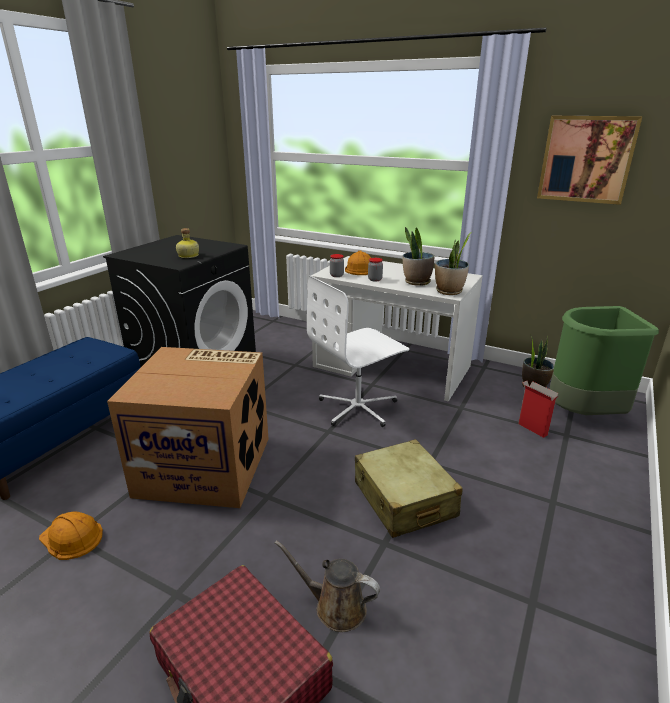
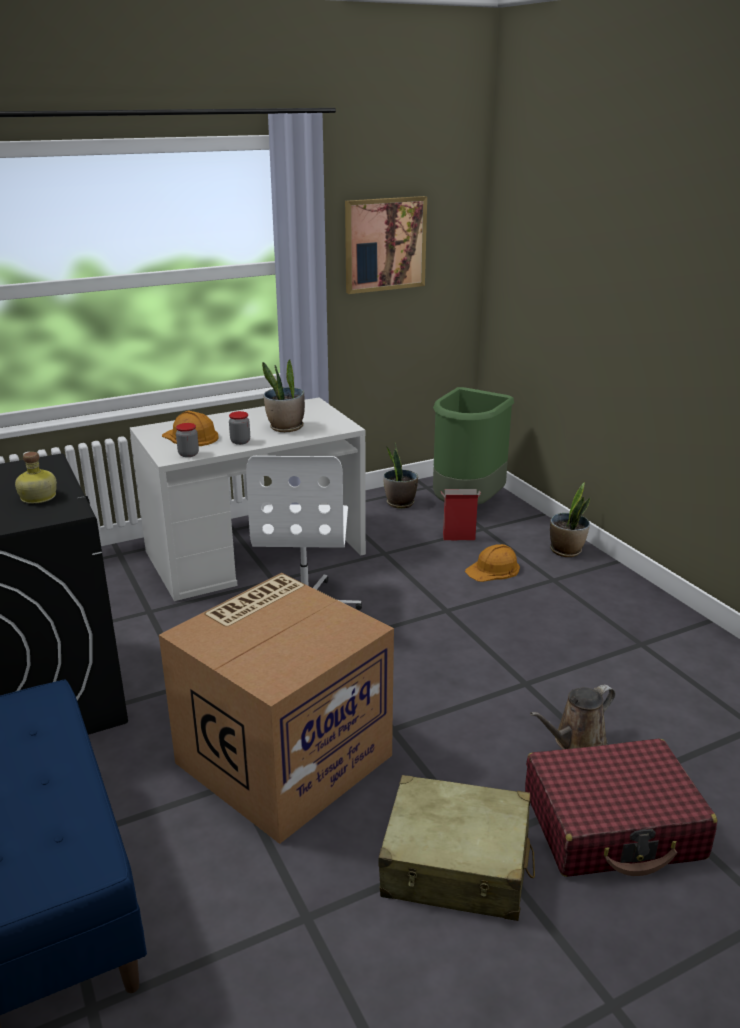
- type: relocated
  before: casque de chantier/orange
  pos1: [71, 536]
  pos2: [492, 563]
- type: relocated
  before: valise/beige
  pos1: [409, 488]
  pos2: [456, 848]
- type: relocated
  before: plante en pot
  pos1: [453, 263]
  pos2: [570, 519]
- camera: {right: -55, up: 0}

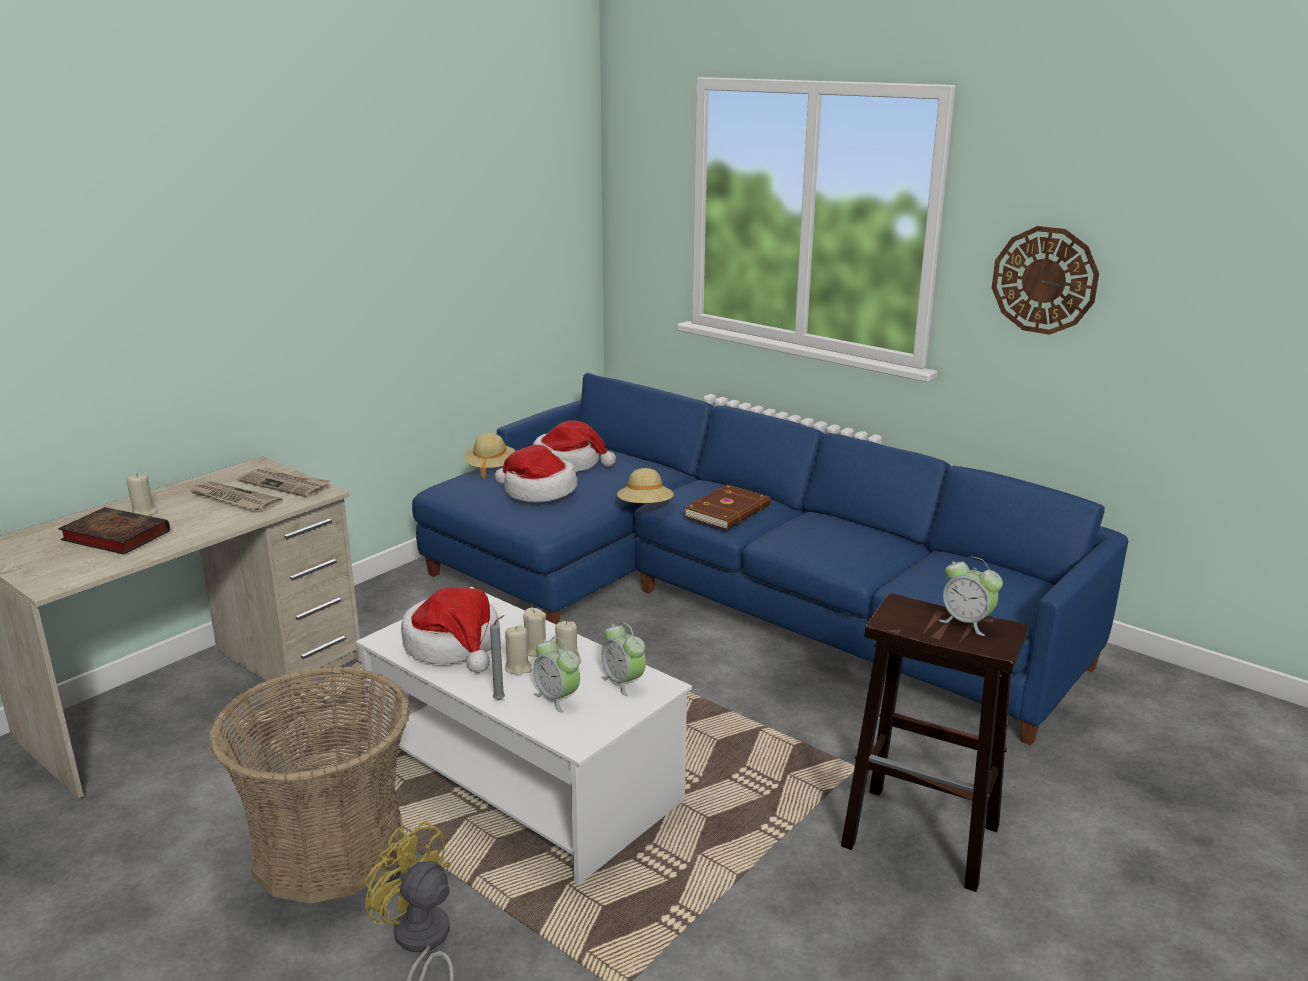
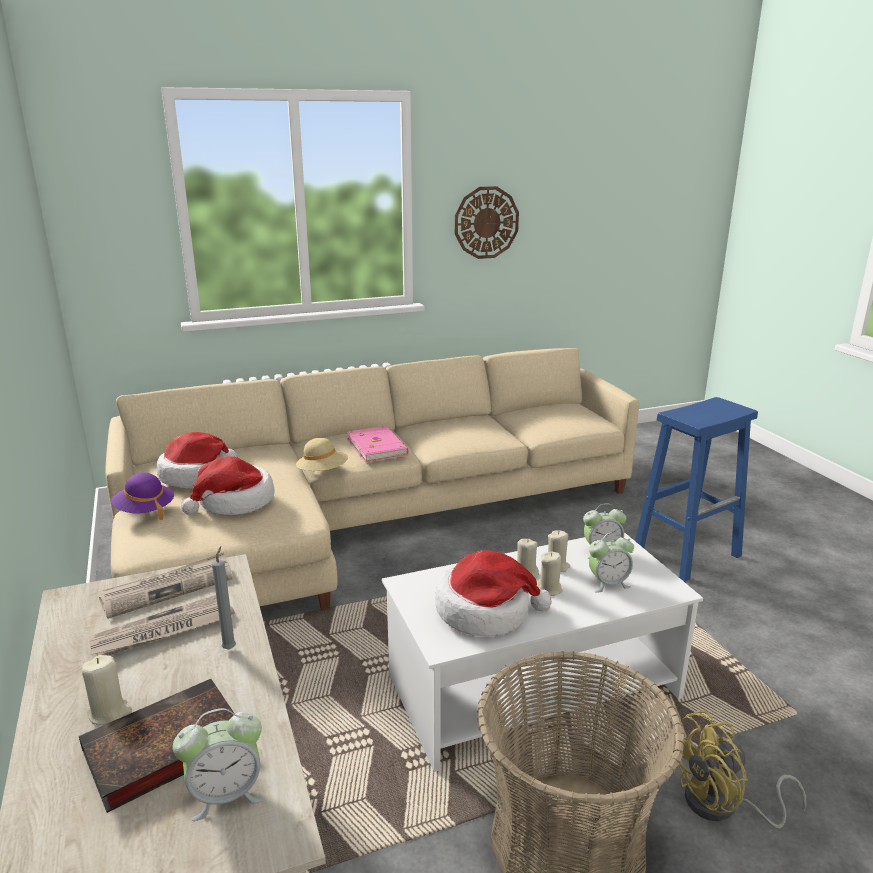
- type: relocated
  before: bougie/gris
  pos1: [497, 657]
  pos2: [224, 597]
- type: relocated
  before: réveil
  pos1: [971, 596]
  pos2: [219, 764]
- type: colour
  before: canapé/bleu
  after: canapé/beige
  pos1: [770, 559]
  pos2: [372, 479]
- type: colour
  before: chapeau/beige
  after: chapeau/violet
  pos1: [490, 456]
  pos2: [142, 496]
- type: colour
  before: livre/marron
  after: livre/rose
  pos1: [727, 507]
  pos2: [378, 444]
- type: colour
  before: tabouret/marron
  after: tabouret/bleu
  pos1: [935, 742]
  pos2: [696, 489]
- camera: {right: -60, up: 0}

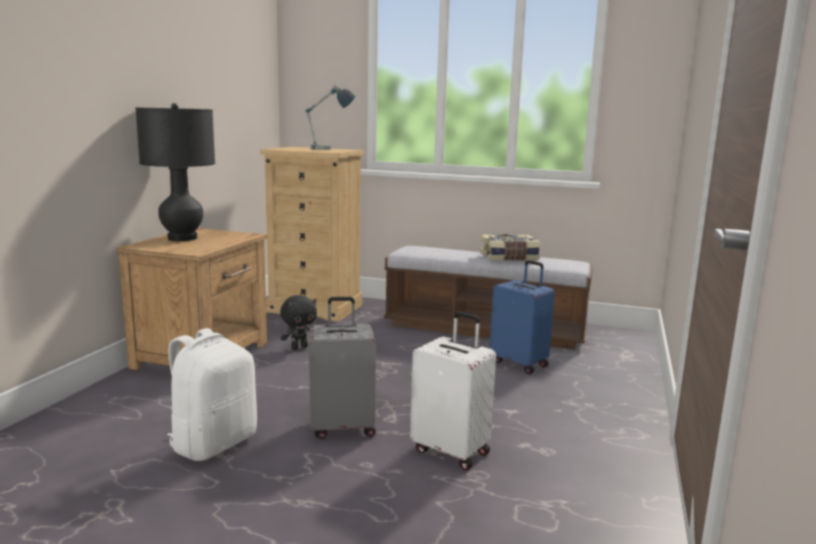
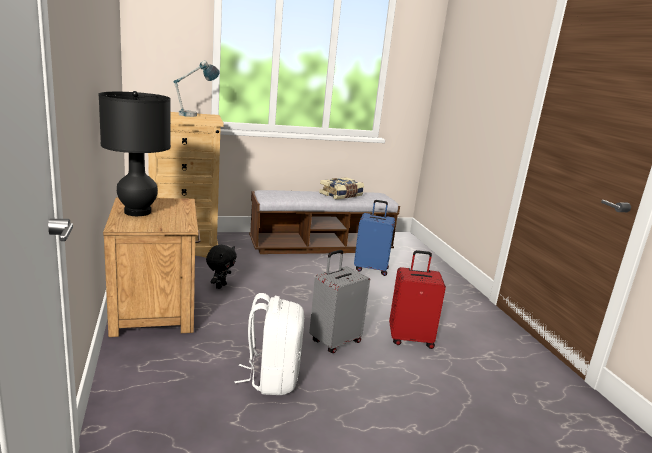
- type: colour
  before: valise/blanc
  after: valise/rouge
  pos1: [453, 390]
  pos2: [417, 299]
- camera: {right: -35, up: 5}

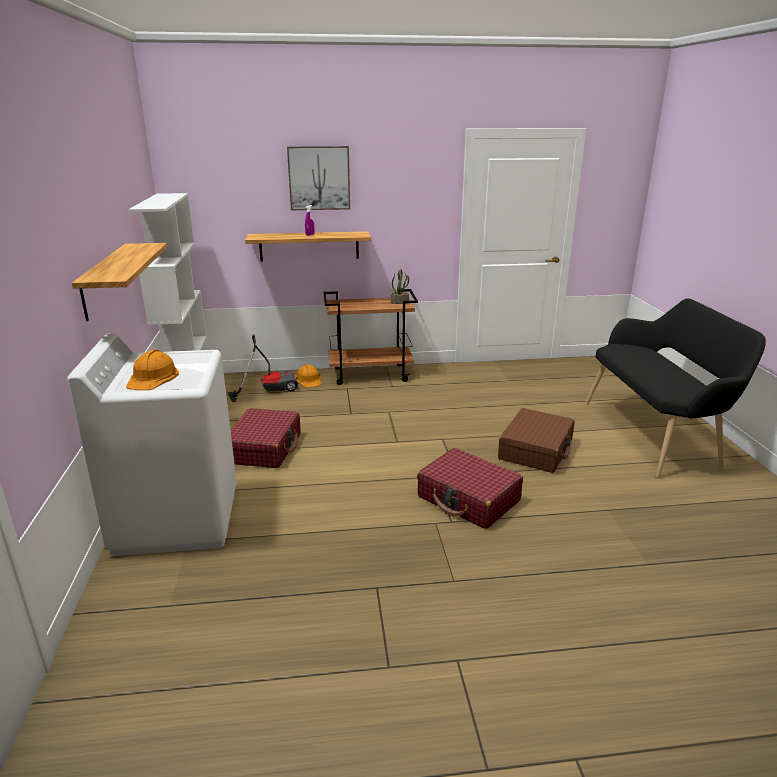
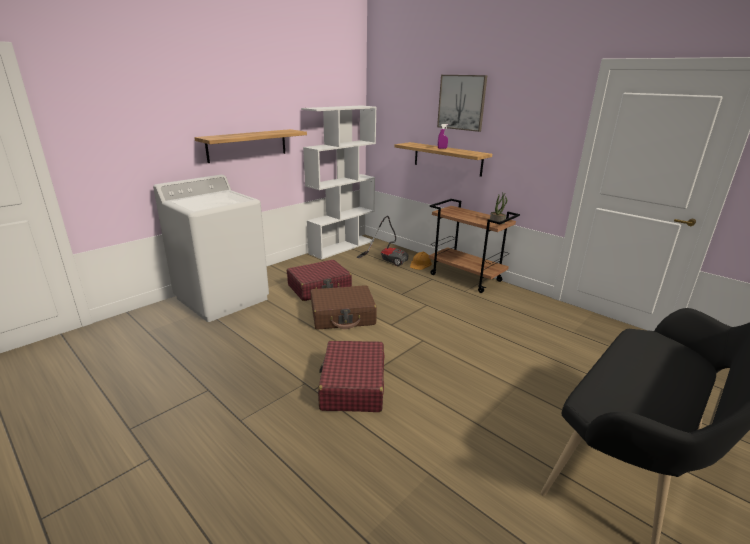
- type: missing
  before: casque de chantier/orange
  pos1: [152, 370]
- type: relocated
  before: valise/marron
  pos1: [536, 440]
  pos2: [344, 307]
- camera: {right: 50, up: 0}

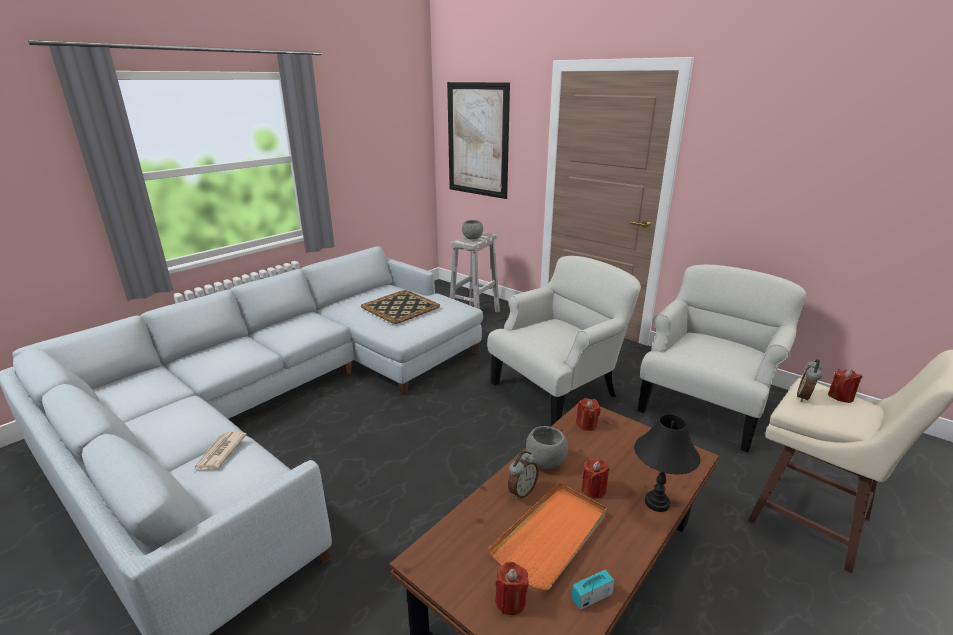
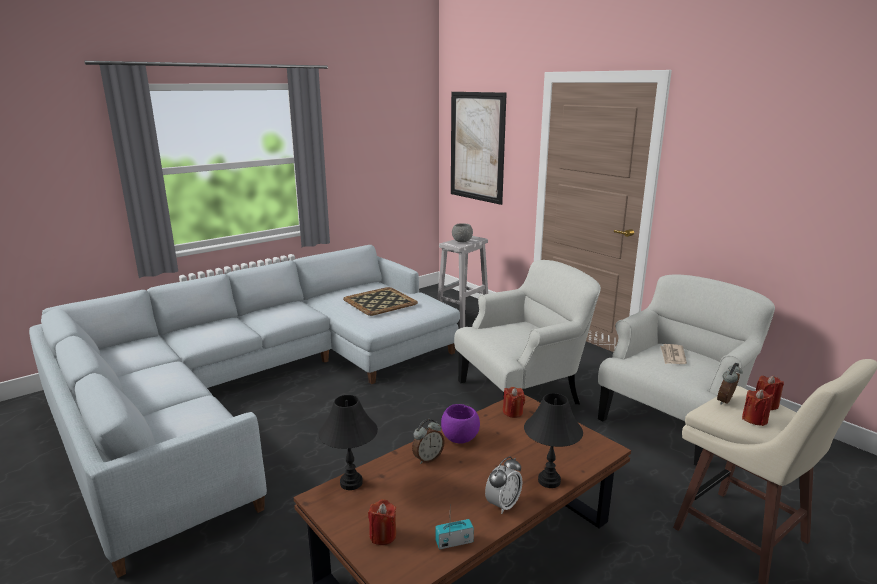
- type: missing
  before: plateau/orange
  pos1: [547, 537]
- type: appeared
  after: lampe de table/noir
  pos2: [348, 442]
- type: appeared
  after: réveil
  pos2: [503, 485]
- type: relocated
  before: journal
  pos1: [220, 451]
  pos2: [673, 354]
- type: relocated
  before: bougie/rouge
  pos1: [595, 479]
  pos2: [757, 407]
- type: colour
  before: bol/gris
  after: bol/violet
  pos1: [547, 447]
  pos2: [460, 424]
- camera: {right: 10, up: -5}

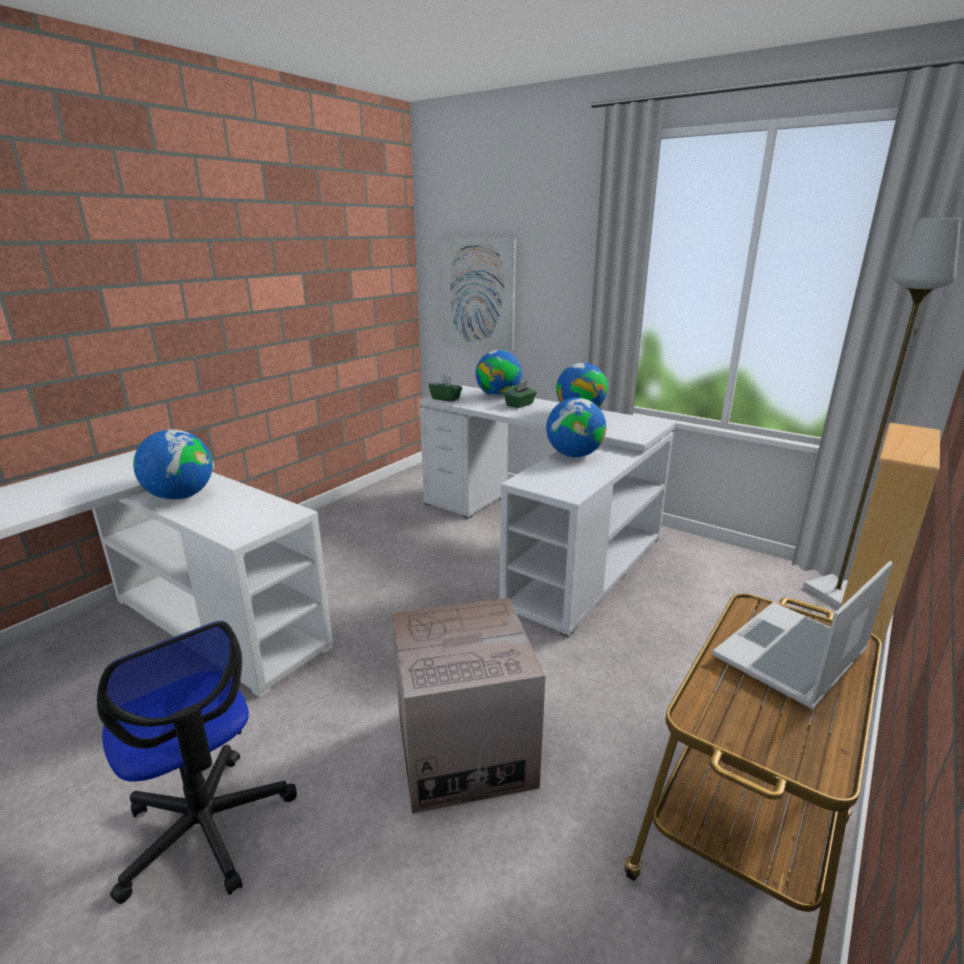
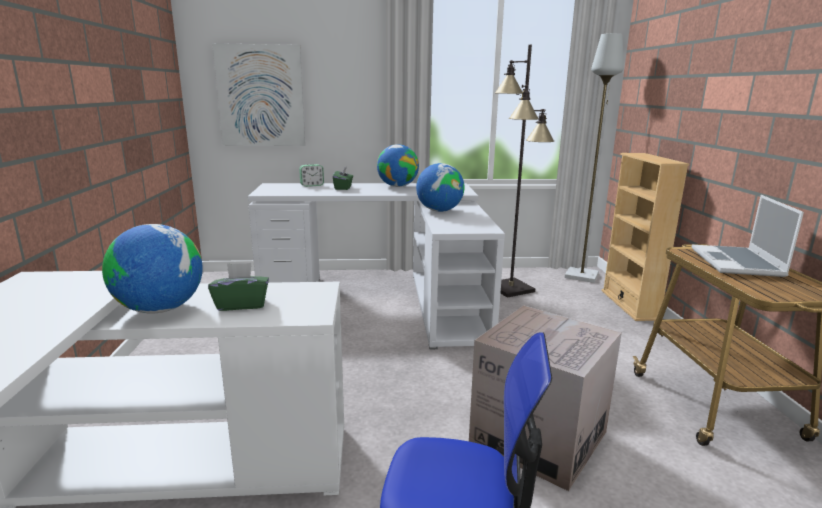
- type: appeared
  after: lampadaire/noir
  pos2: [524, 171]
- type: relocated
  before: boîte à mouchoirs/vert
  pos1: [445, 388]
  pos2: [238, 287]
- type: exchanged
  before: globe
  after: réveil
  pos1: [499, 373]
  pos2: [311, 175]
- camera: {right: -40, up: -5}

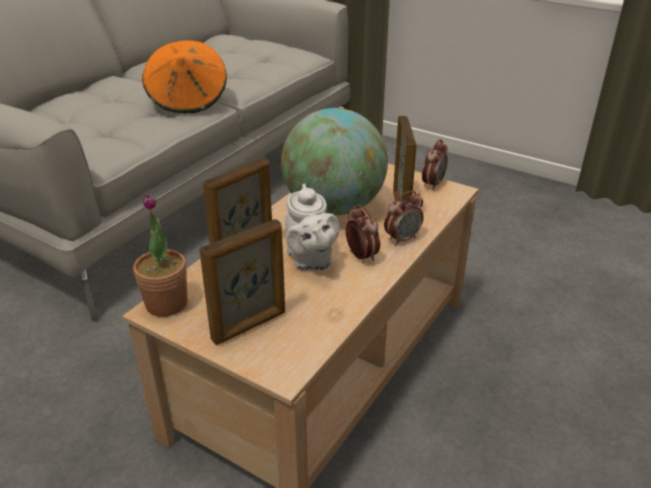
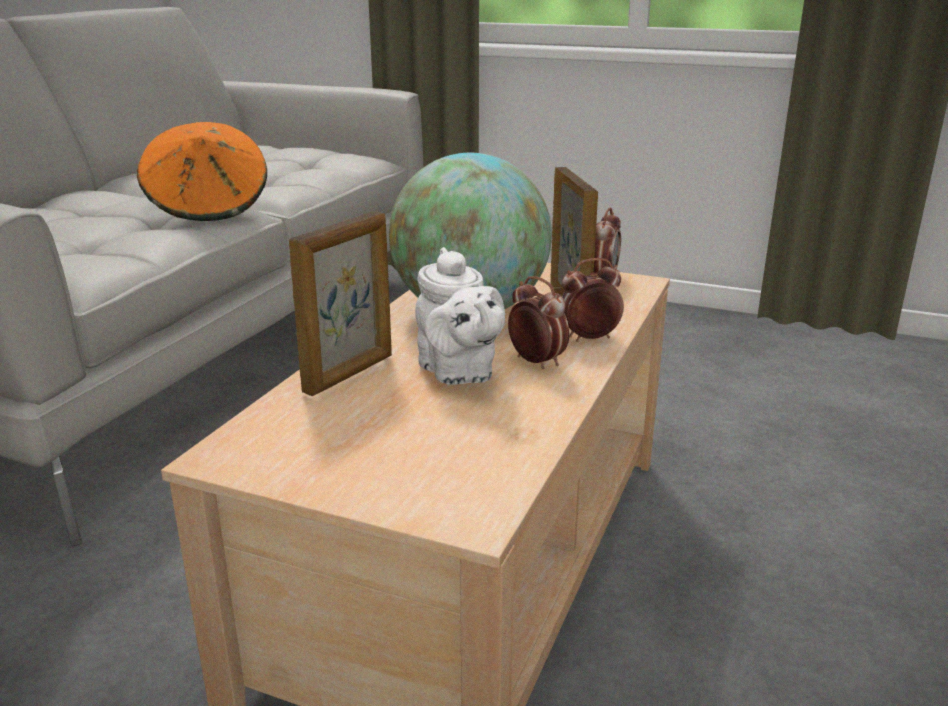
- type: missing
  before: plante en pot
  pos1: [160, 255]
- type: missing
  before: cadre photo
  pos1: [242, 282]
- type: spun
  before: réveil
  pos1: [404, 218]
  pos2: [593, 300]
  turn: -150
- camera: {right: -10, up: -10}

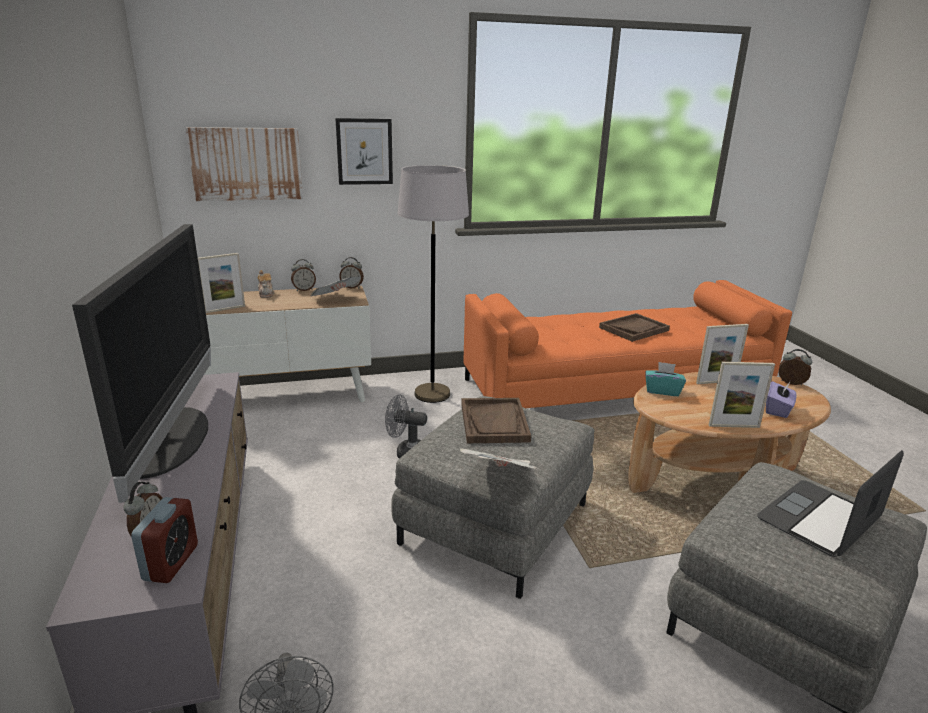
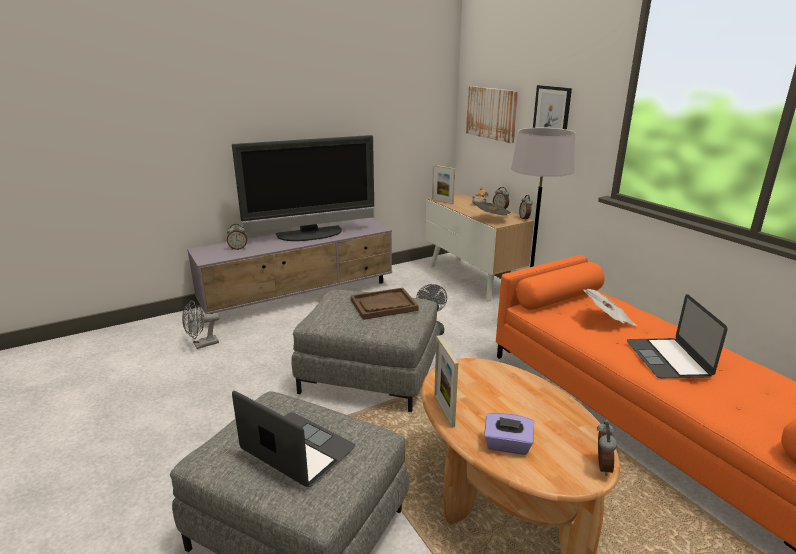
- type: missing
  before: réveil
  pos1: [164, 540]
- type: missing
  before: boîte à mouchoirs/turquoise
  pos1: [665, 379]
- type: missing
  before: cadre photo
  pos1: [722, 354]
- type: relocated
  before: journal
  pos1: [499, 459]
  pos2: [610, 307]
- type: exchanged
  before: plateau/marron
  after: ordinateur portable
  pos1: [634, 327]
  pos2: [677, 336]
- camera: {right: 75, up: 0}

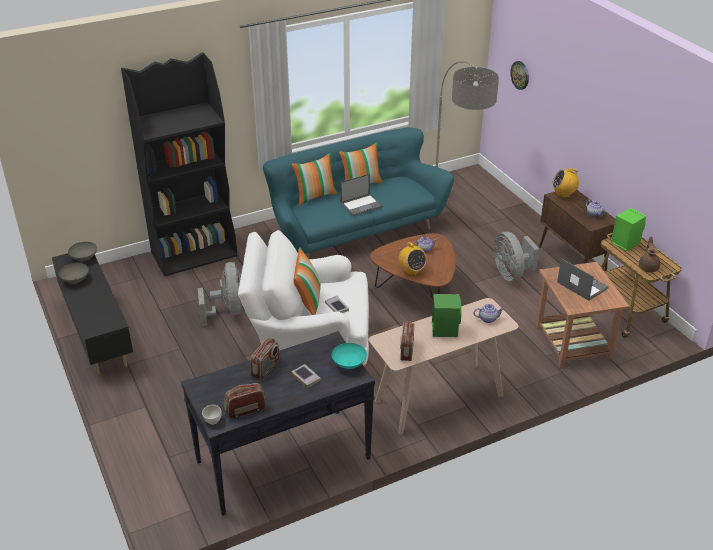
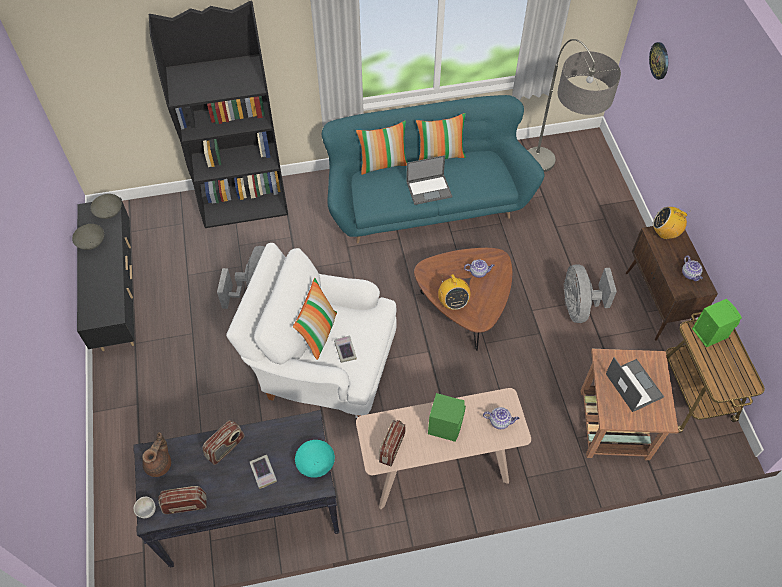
- type: relocated
  before: théière/marron
  pos1: [649, 254]
  pos2: [156, 454]
- camera: {right: 15, up: 20}

